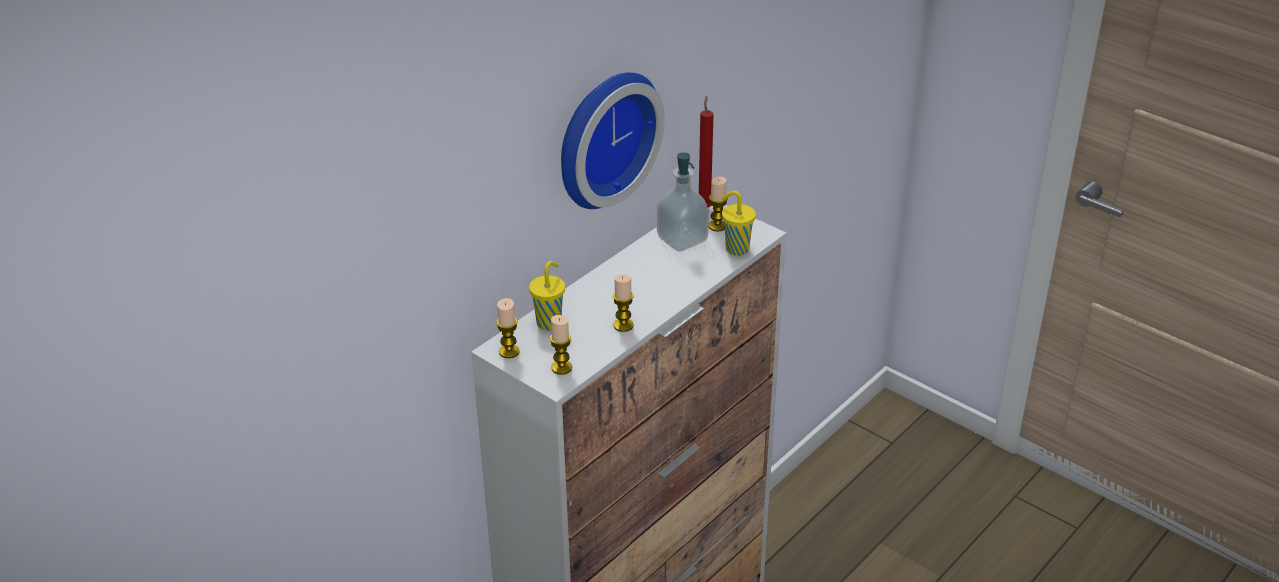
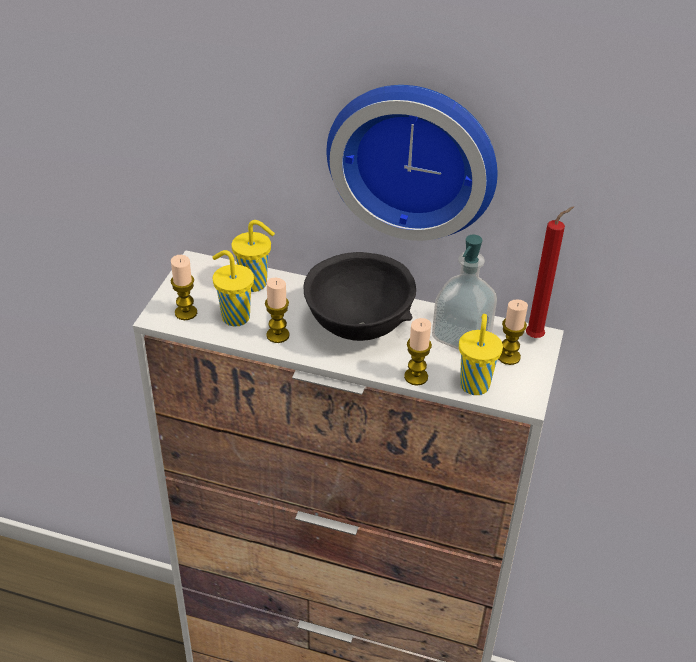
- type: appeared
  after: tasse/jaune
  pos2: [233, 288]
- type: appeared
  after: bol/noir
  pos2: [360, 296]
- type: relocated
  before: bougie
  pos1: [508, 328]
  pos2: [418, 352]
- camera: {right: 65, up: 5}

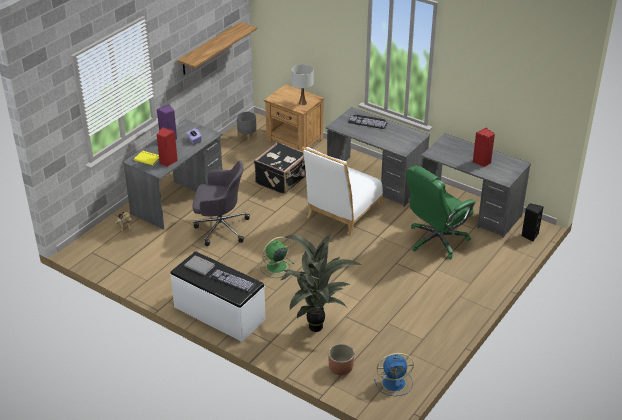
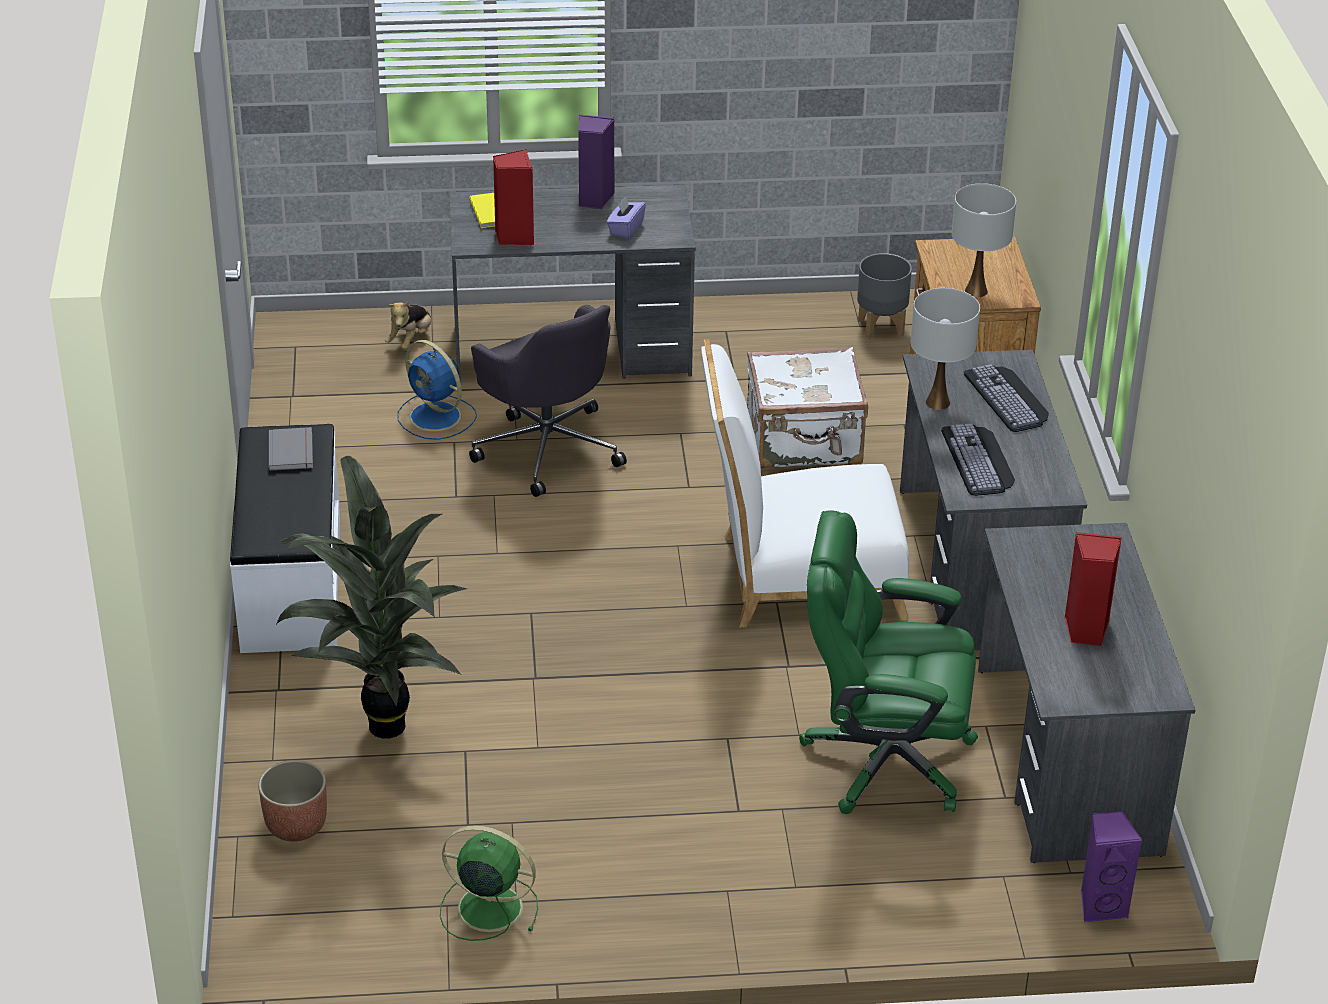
- type: missing
  before: étagère
  pos1: [217, 48]
- type: appeared
  after: lampe de table/blanc
  pos2: [945, 349]
- type: relocated
  before: clavier
  pos1: [232, 280]
  pos2: [978, 460]
- type: relocated
  before: ventilateur/vert
  pos1: [277, 257]
  pos2: [489, 883]
- type: relocated
  before: ventilateur/bleu
  pos1: [394, 374]
  pos2: [437, 390]
- type: colour
  before: valise/noir
  after: valise/blanc
  pos1: [280, 168]
  pos2: [807, 407]
- type: colour
  before: enceinte/noir
  after: enceinte/violet
  pos1: [533, 222]
  pos2: [1112, 866]
- camera: {right: 50, up: 0}

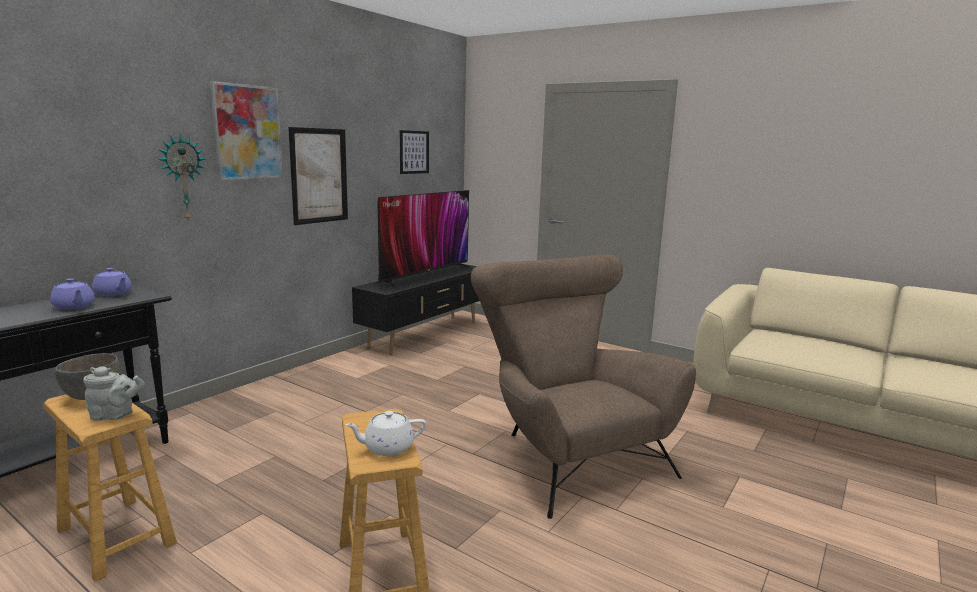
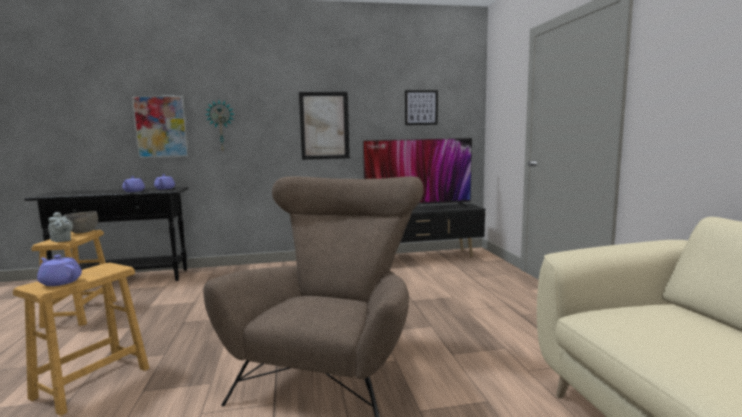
- type: relocated
  before: tableau
  pos1: [246, 130]
  pos2: [160, 126]
- type: colour
  before: théière/blanc
  after: théière/violet
  pos1: [385, 433]
  pos2: [59, 270]
- camera: {right: 45, up: -5}

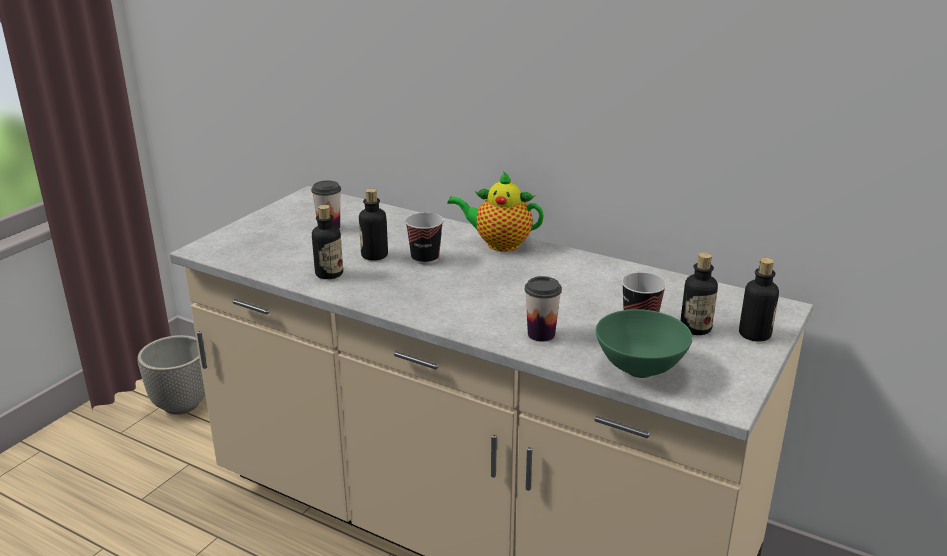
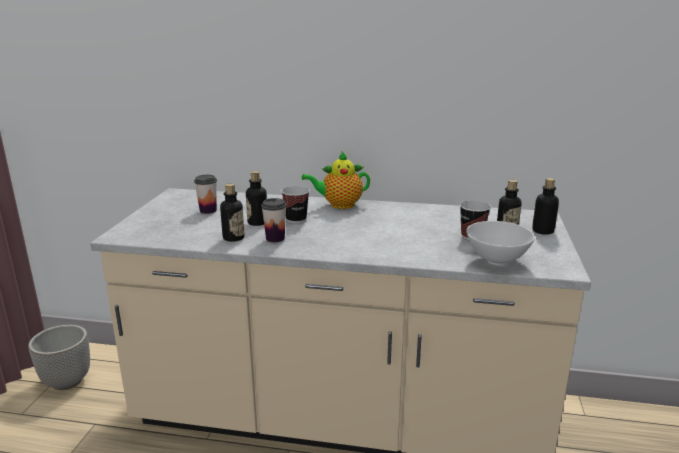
- type: relocated
  before: tasse
  pos1: [543, 309]
  pos2: [274, 220]
- type: colour
  before: bol/vert
  after: bol/blanc
  pos1: [644, 343]
  pos2: [500, 243]
- camera: {right: -20, up: -5}

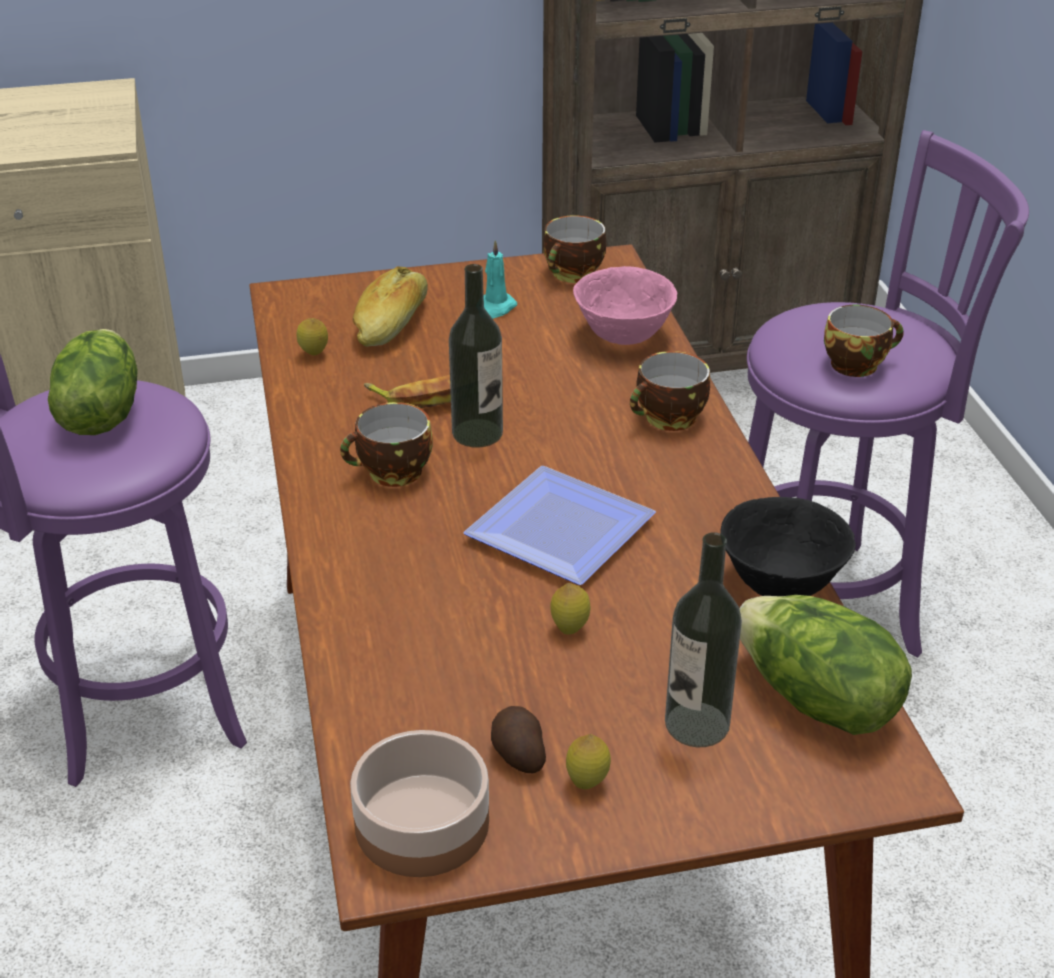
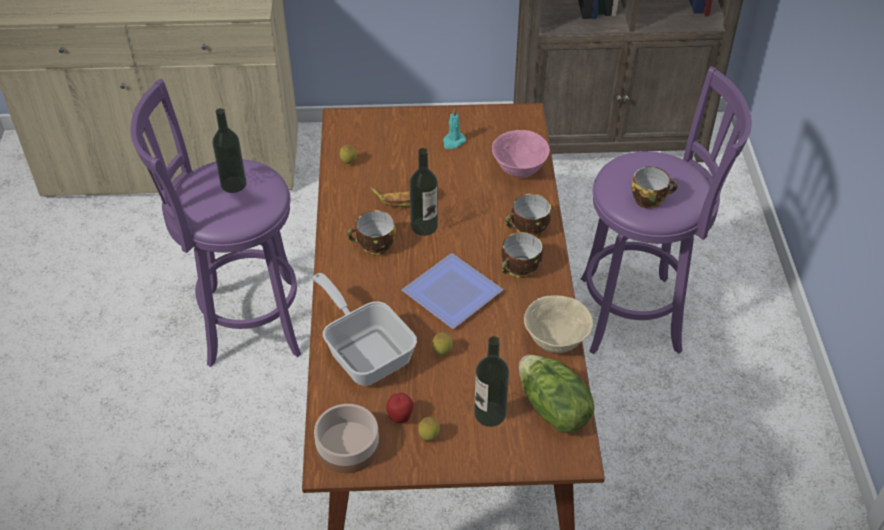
- type: missing
  before: pain
  pos1: [390, 306]
- type: appeared
  after: poêle
  pos2: [365, 329]
- type: relocated
  before: tasse
  pos1: [574, 249]
  pos2: [522, 255]
- type: exchanged
  before: laitue
  after: bouteille
  pos1: [93, 382]
  pos2: [229, 150]
- type: exchanged
  before: pomme de terre
  after: pomme
  pos1: [518, 739]
  pos2: [399, 408]
- type: colour
  before: bol/noir
  after: bol/beige
  pos1: [788, 546]
  pos2: [558, 324]
- camera: {right: 10, up: 10}

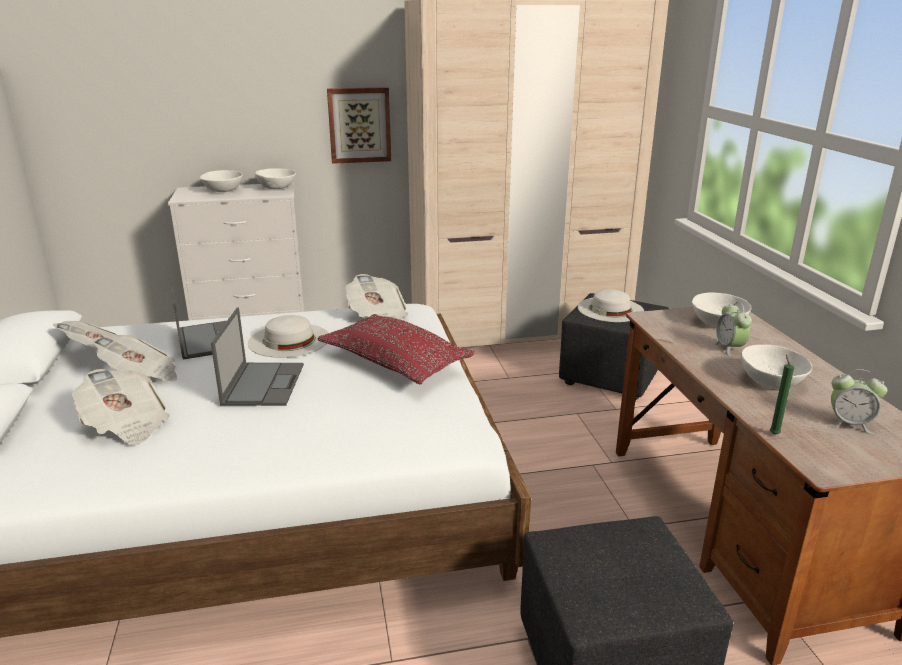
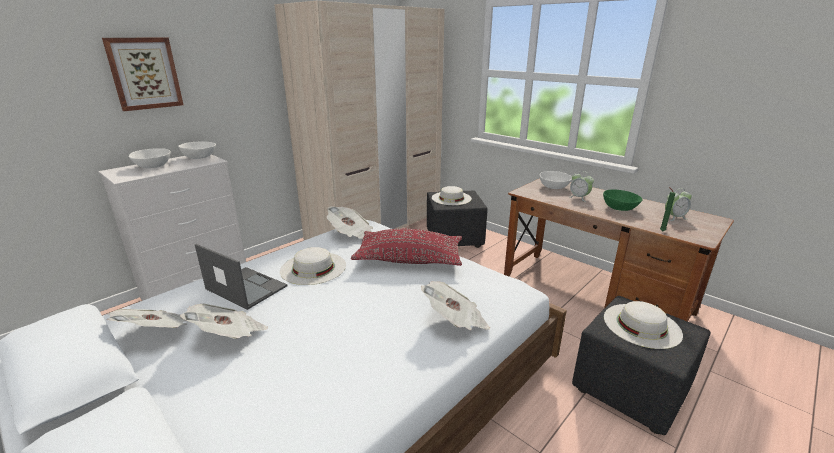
- type: missing
  before: ordinateur portable
  pos1: [257, 357]
- type: appeared
  after: chapeau/blanc
  pos2: [643, 325]
- type: relocated
  before: journal
  pos1: [121, 407]
  pos2: [455, 305]
- type: relocated
  before: tableau
  pos1: [359, 125]
  pos2: [142, 74]
- type: colour
  before: bol/blanc
  after: bol/vert
  pos1: [776, 367]
  pos2: [623, 200]
- camera: {right: -35, up: 0}

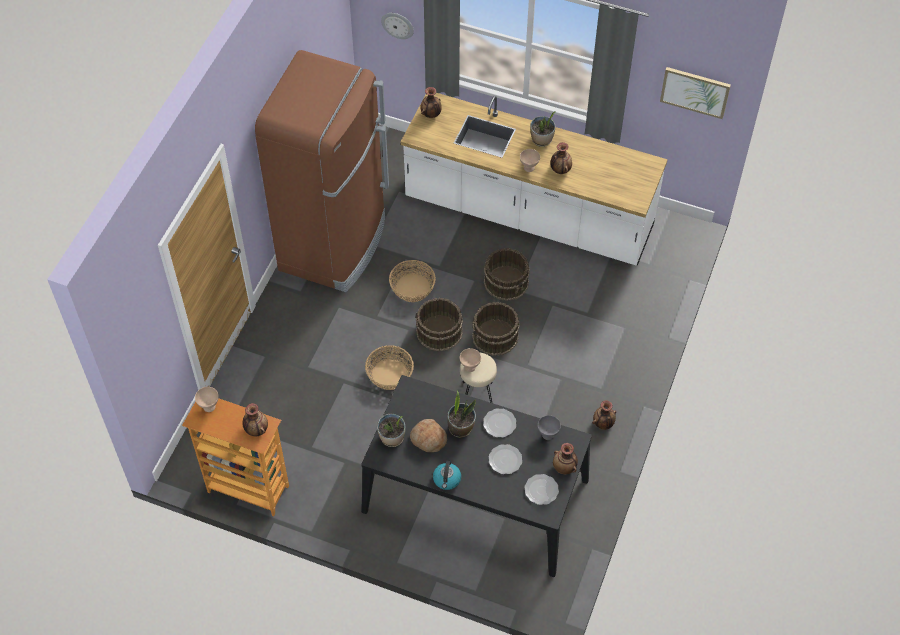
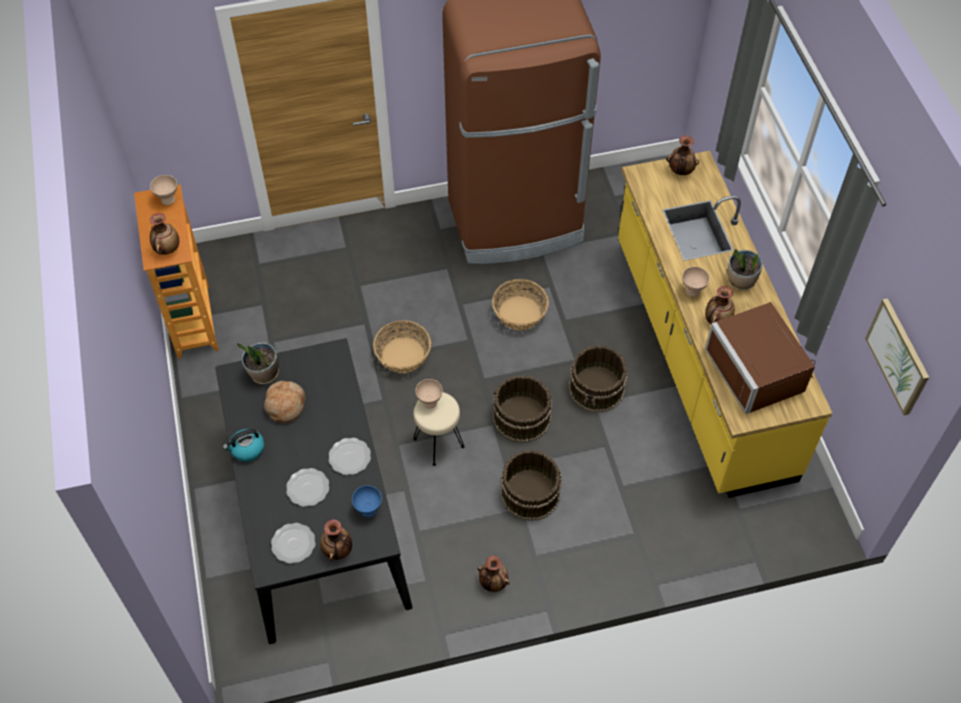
- type: missing
  before: horloge murale
  pos1: [397, 26]
- type: missing
  before: plante en pot
  pos1: [461, 414]
- type: appeared
  after: micro-ondes/marron
  pos2: [760, 358]
- type: relocated
  before: seau/marron
  pos1: [439, 325]
  pos2: [531, 485]
- type: colour
  before: comptoir de cuisine/blanc
  after: comptoir de cuisine/jaune
  pos1: [534, 179]
  pos2: [725, 324]
- type: colour
  before: bol/gris
  after: bol/bleu
  pos1: [549, 427]
  pos2: [367, 502]
- camera: {right: 55, up: 0}

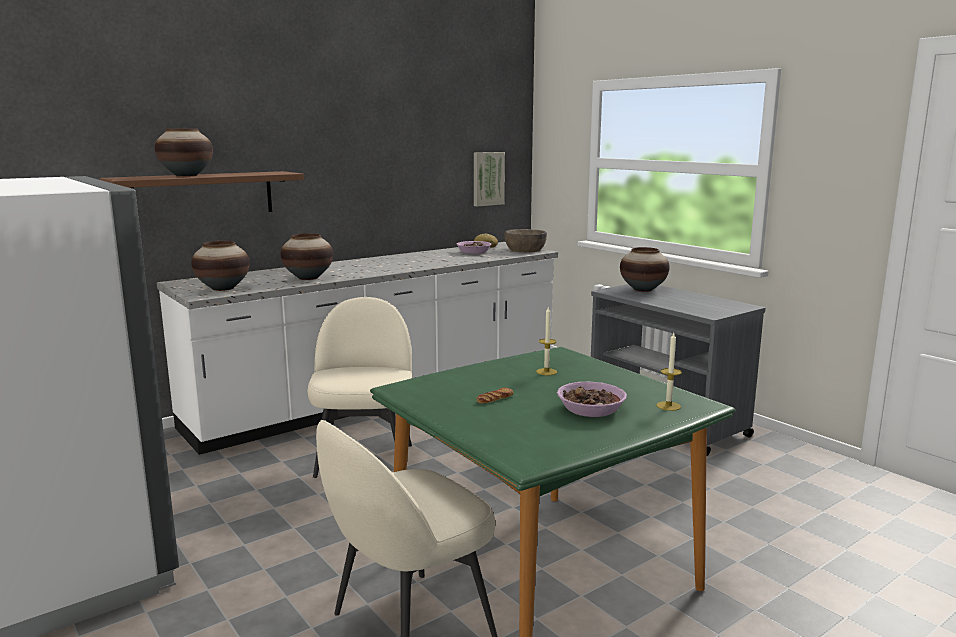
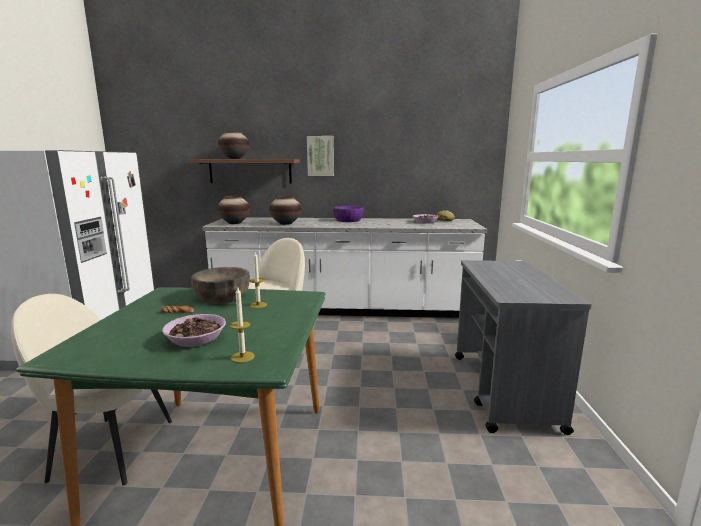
- type: missing
  before: vase
  pos1: [645, 269]
- type: appeared
  after: bol/violet
  pos2: [348, 214]
- type: relocated
  before: tableau
  pos1: [489, 179]
  pos2: [320, 156]
- type: relocated
  before: bol/marron
  pos1: [526, 240]
  pos2: [220, 285]
- camera: {right: 40, up: 0}

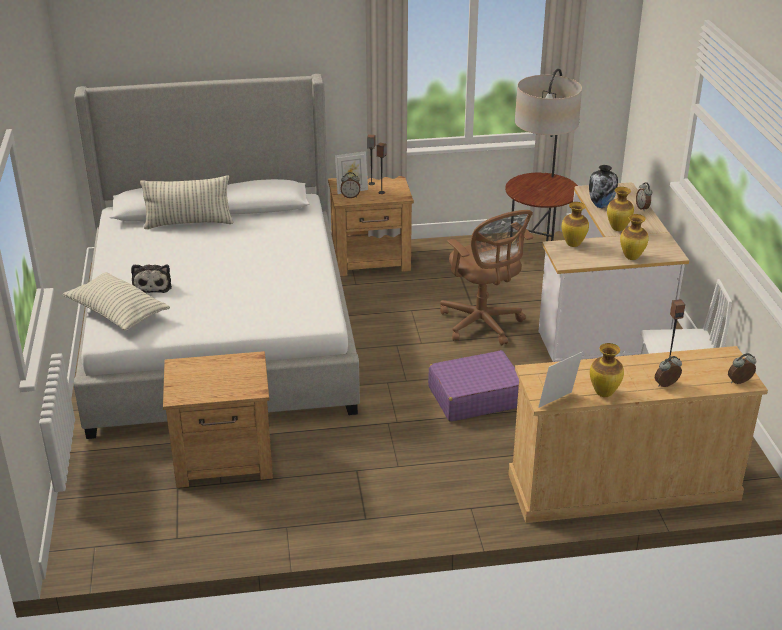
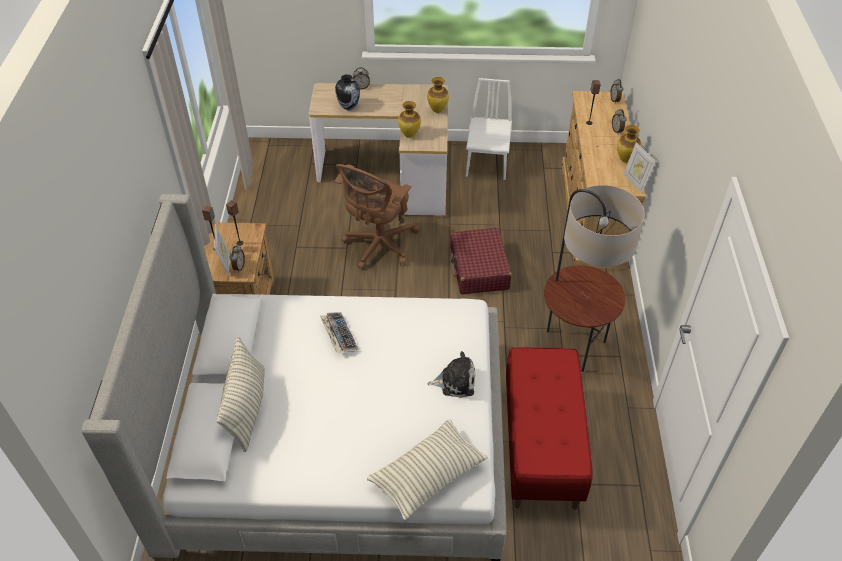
- type: missing
  before: vase
  pos1: [620, 209]
- type: appeared
  after: clavier
  pos2: [339, 332]
- type: relocated
  before: peluche
  pos1: [151, 278]
  pos2: [451, 374]
- type: relocated
  before: lampadaire
  pos1: [543, 155]
  pos2: [594, 278]
- type: exchanged
  before: table de chevet/marron
  after: banc/rouge
  pos1: [218, 419]
  pos2: [549, 428]
- type: colour
  before: valise/violet
  after: valise/rouge
  pos1: [473, 386]
  pos2: [481, 261]
- type: spun
  before: chaise de bureau/marron
  pos1: [486, 277]
  pos2: [377, 217]
  turn: 135
- camera: {right: -80, up: 15}

